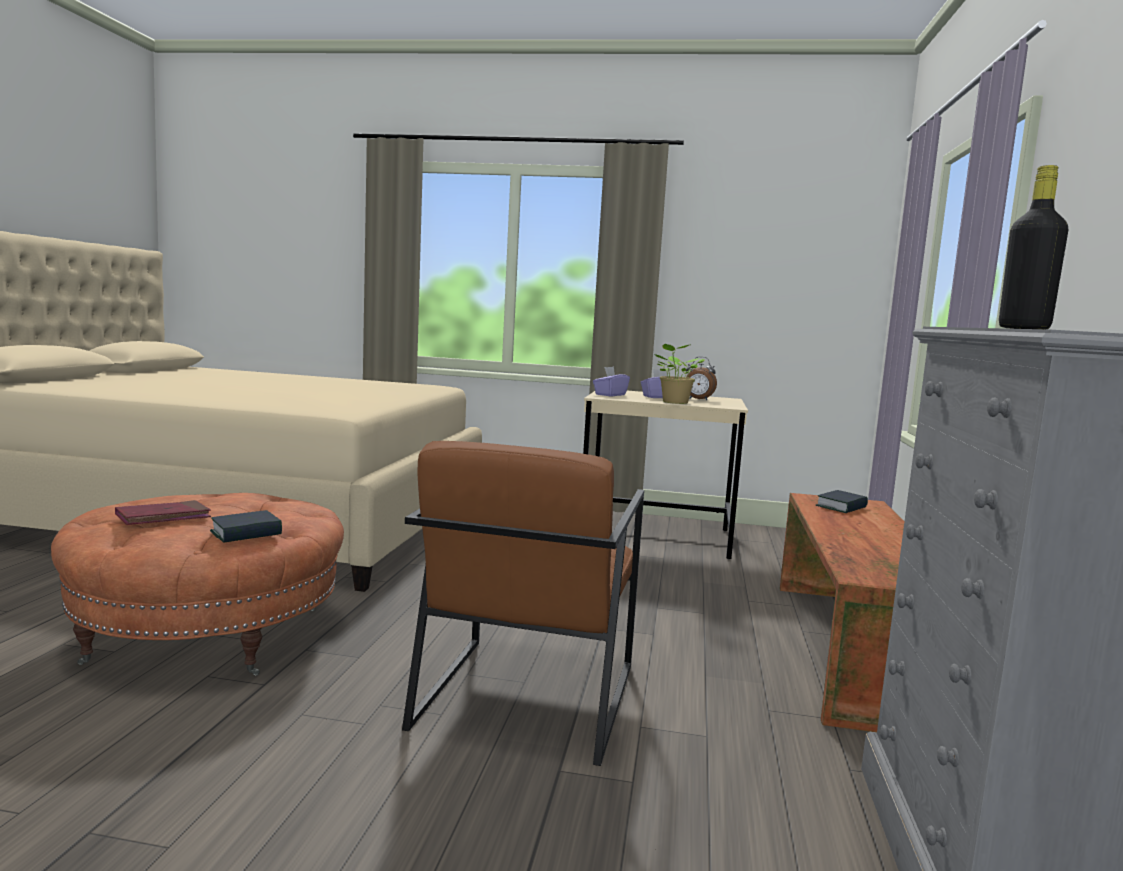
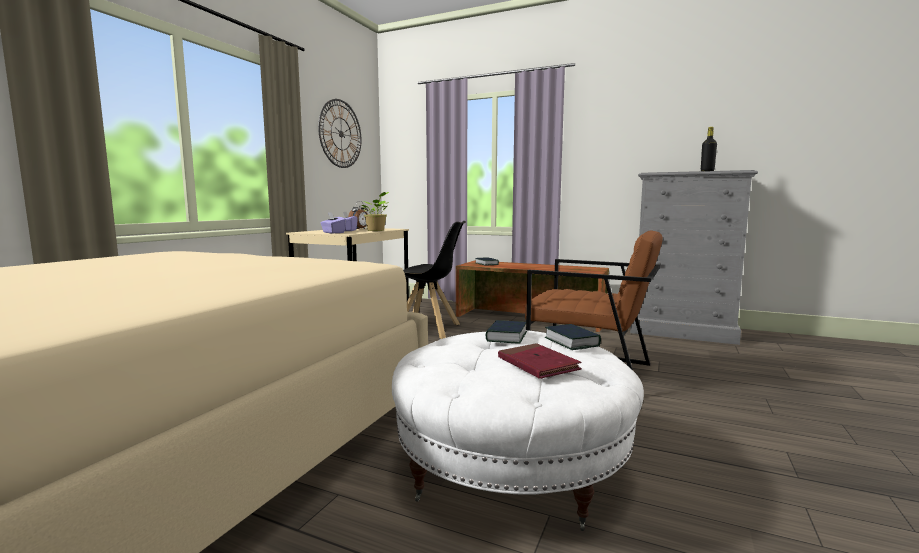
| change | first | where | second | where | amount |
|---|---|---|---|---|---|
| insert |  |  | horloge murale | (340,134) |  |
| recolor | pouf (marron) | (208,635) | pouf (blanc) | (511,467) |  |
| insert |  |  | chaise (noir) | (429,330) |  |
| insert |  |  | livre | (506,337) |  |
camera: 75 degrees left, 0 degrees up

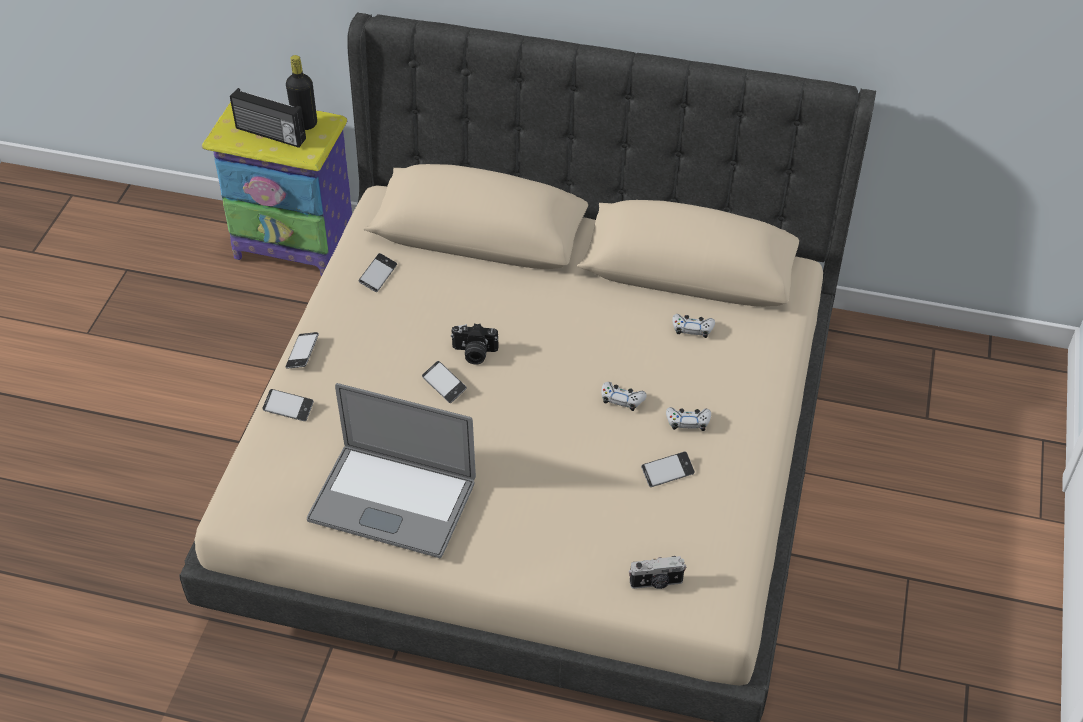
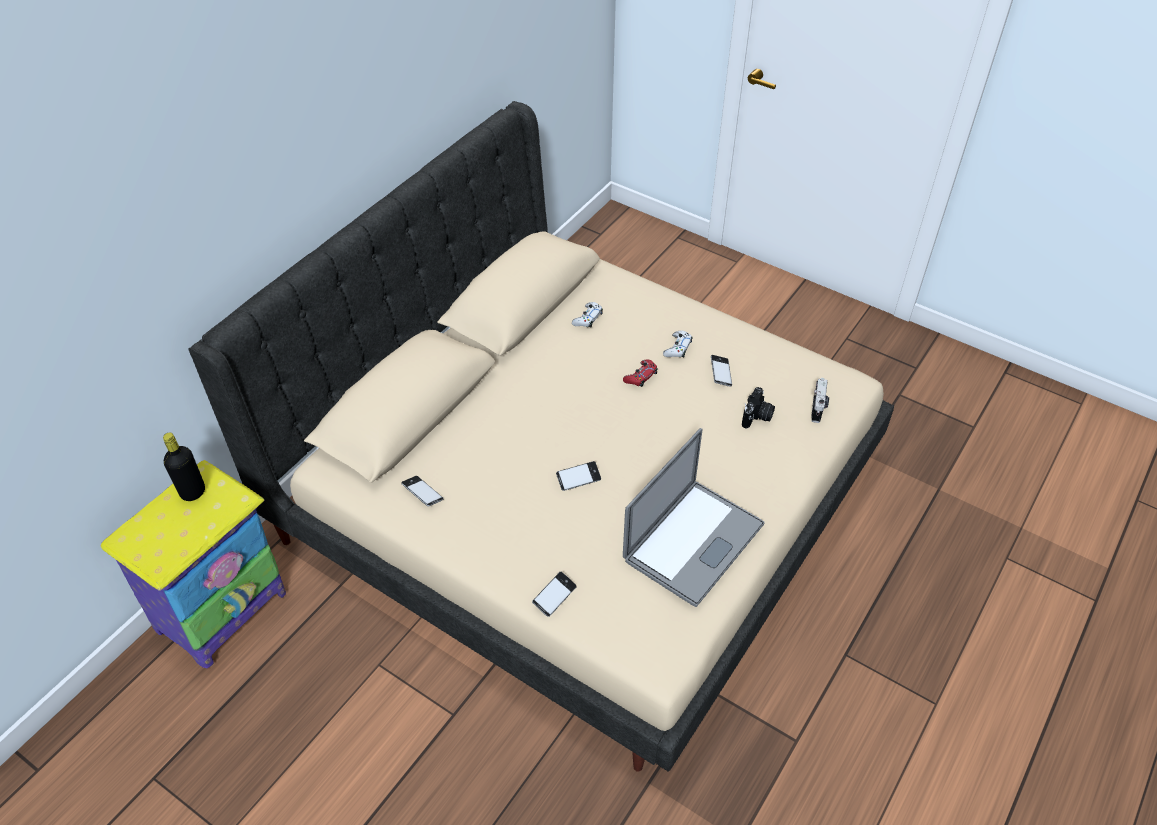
| change | first | where | second | where | amount |
|---|---|---|---|---|---|
| recolor | manette (blanc) | (622,399) | manette (rouge) | (640,376) |  |
| move | appareil photo | (474,353) |  | (757,417) |  |
| delete | radio | (270,134) |  |  |  |
| delete | téléphone | (302,353) |  |  |  |
camera: 70 degrees left, 0 degrees up

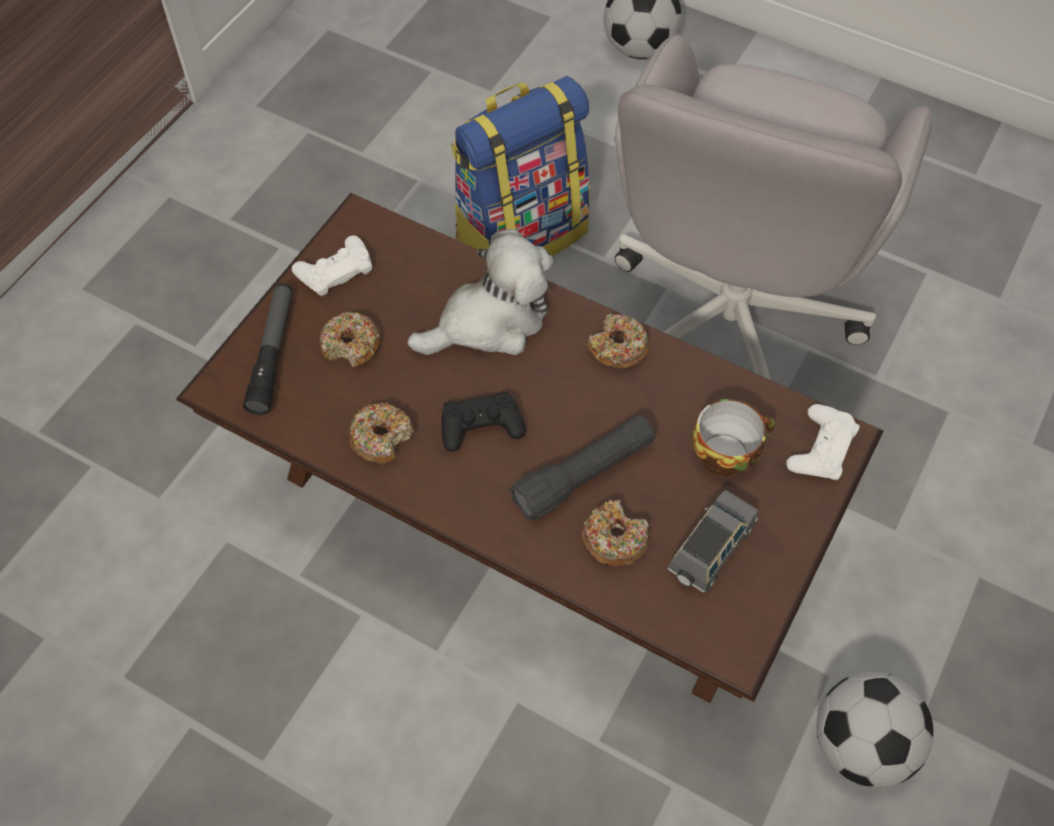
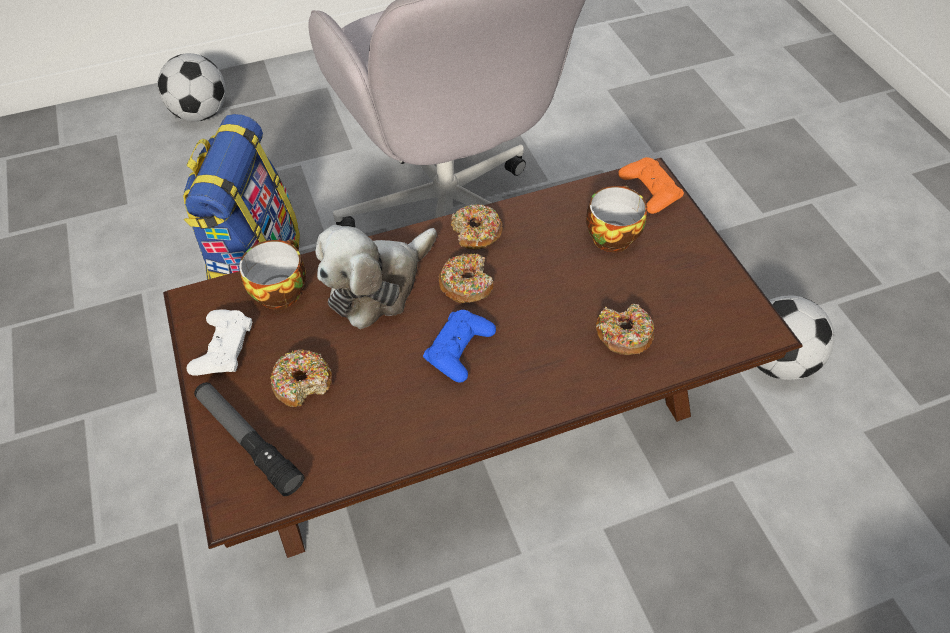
| change | first | where | second | where | amount |
|---|---|---|---|---|---|
| insert |  |  | tasse | (280,290) |  |
| rotate | peluche | (490,322) |  | (378,285) | 150 degrees counterclockwise |
| recolor | manette (noir) | (481,426) | manette (bleu) | (459,349) |  |
| move | beignet | (381,437) |  | (466,284) |  |
| recolor | manette (blanc) | (821,448) | manette (orange) | (649,190) |  |
| delete | lampe de poche (noir) | (584,475) |  |  |  |
| delete | petite voiture (gris) | (710,551) |  |  |  |
camera: 50 degrees left, 5 degrees down

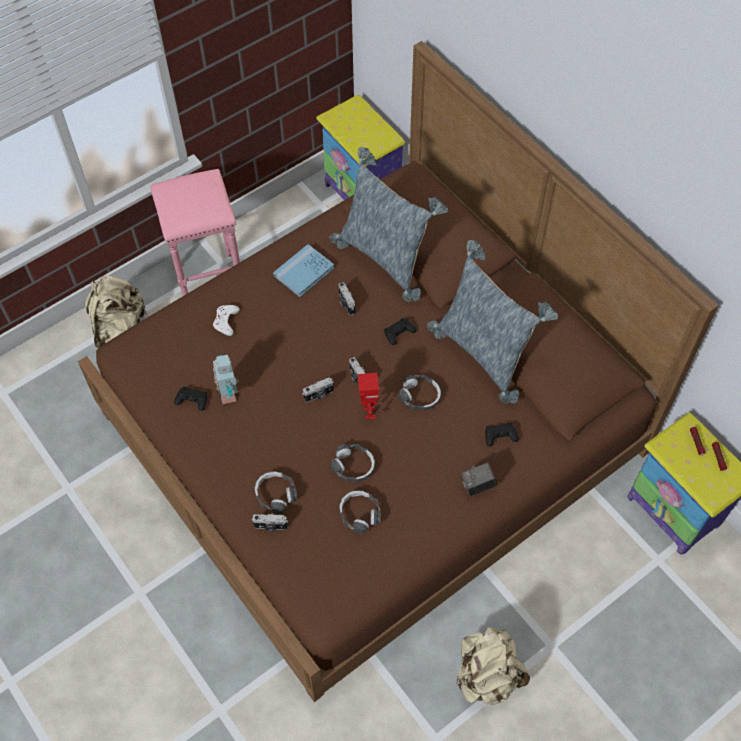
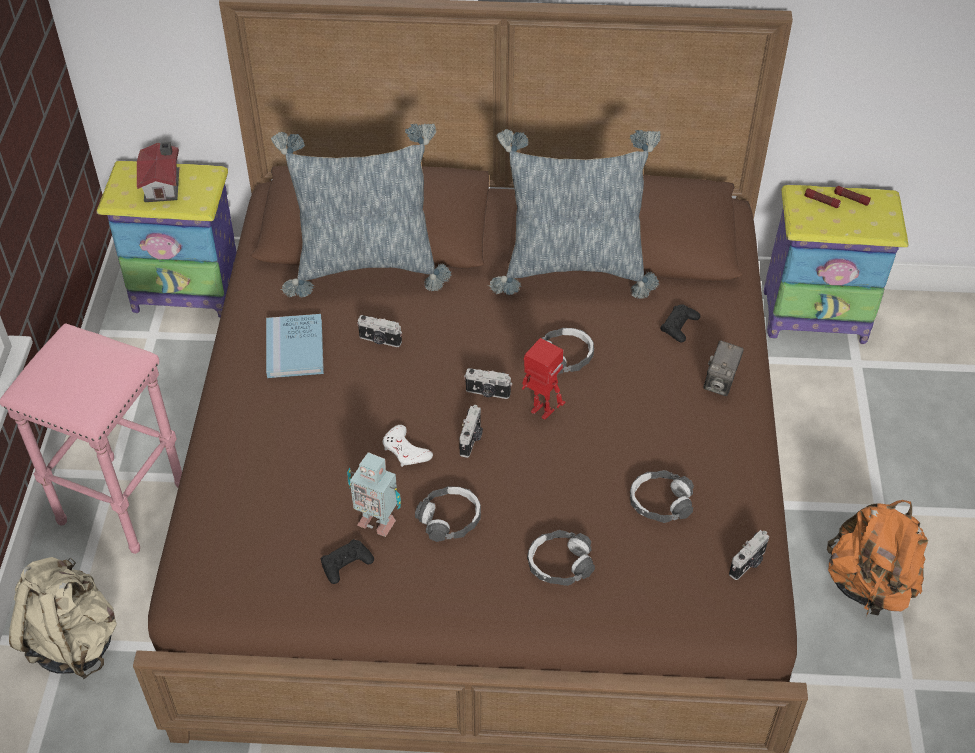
| change | first | where | second | where | amount |
|---|---|---|---|---|---|
| insert |  |  | maison miniature | (164,184) |  |
| move | manette (blanc) | (226,321) |  | (405,450) |  |
| move | casque audio | (353,466) |  | (449,519) |  |
| move | appareil photo | (270,527) |  | (748,563) |  |
| recolor | sac à dos (beige) | (487,675) | sac à dos (orange) | (869,585) |  |
| delete | manette (noir) | (399,333) |  |  |  |
camera: 50 degrees left, 10 degrees down

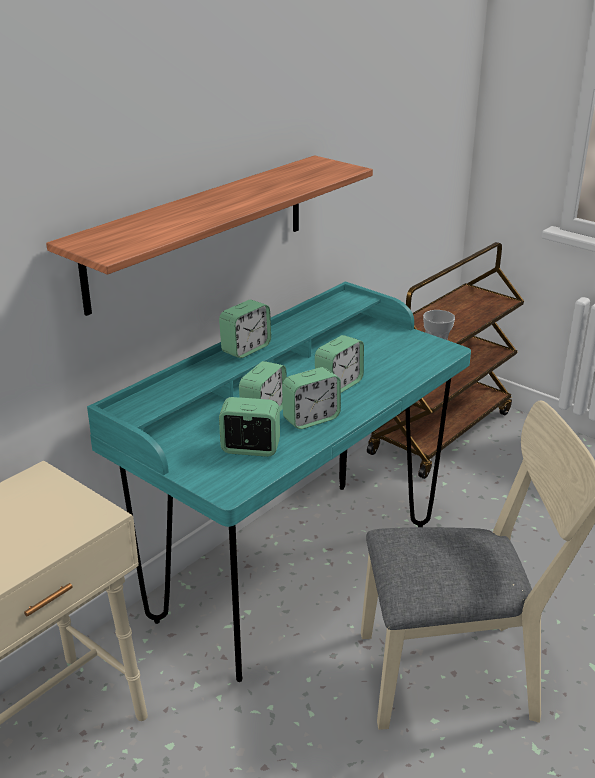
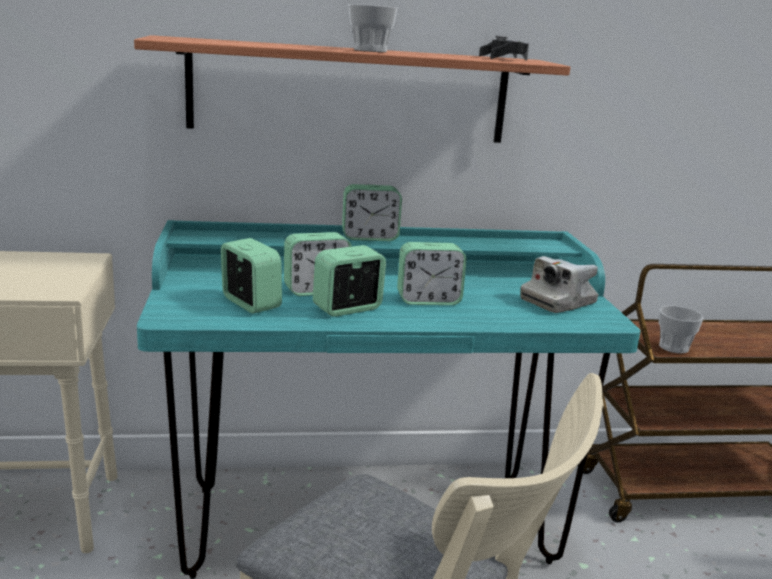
| change | first | where | second | where | amount |
|---|---|---|---|---|---|
| rotate | réveil | (311,419) |  | (348,309) | 135 degrees clockwise |
| insert |  |  | tasse | (370,50) |  |
| insert |  |  | manette (noir) | (502,58) |  |
| insert |  |  | appareil photo | (558,302) |  |
camera: 40 degrees right, 10 degrees down

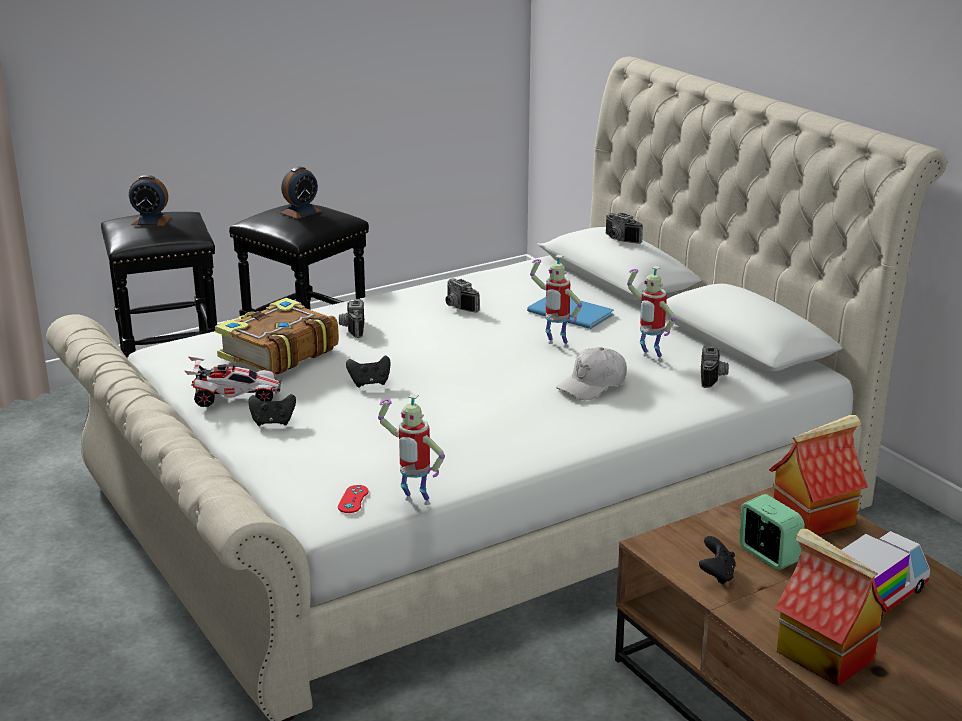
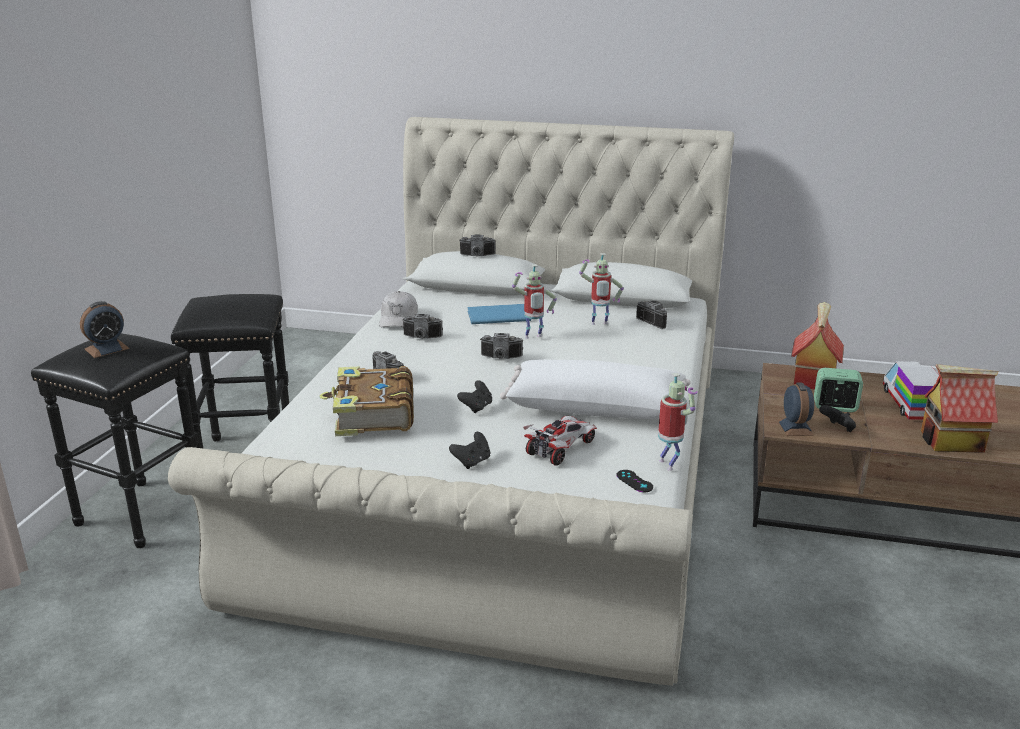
| change | first | where | second | where | amount |
|---|---|---|---|---|---|
| move | casquette (blanc) | (593,385) |  | (398,319) |  |
| insert |  |  | appareil photo | (501,358) |  |
| insert |  |  | coussin (blanc) | (595,408) |  |
| move | petite voiture | (235,398) |  | (561,449) |  |
| recolor | manette (rouge) | (353,499) | manette (noir) | (634,481) |  |
| rotate | robot jouet | (414,503) |  | (669,464) | 90 degrees counterclockwise |
| move | réveil | (300,212) |  | (795,427) |  |
camera: 45 degrees left, 0 degrees up

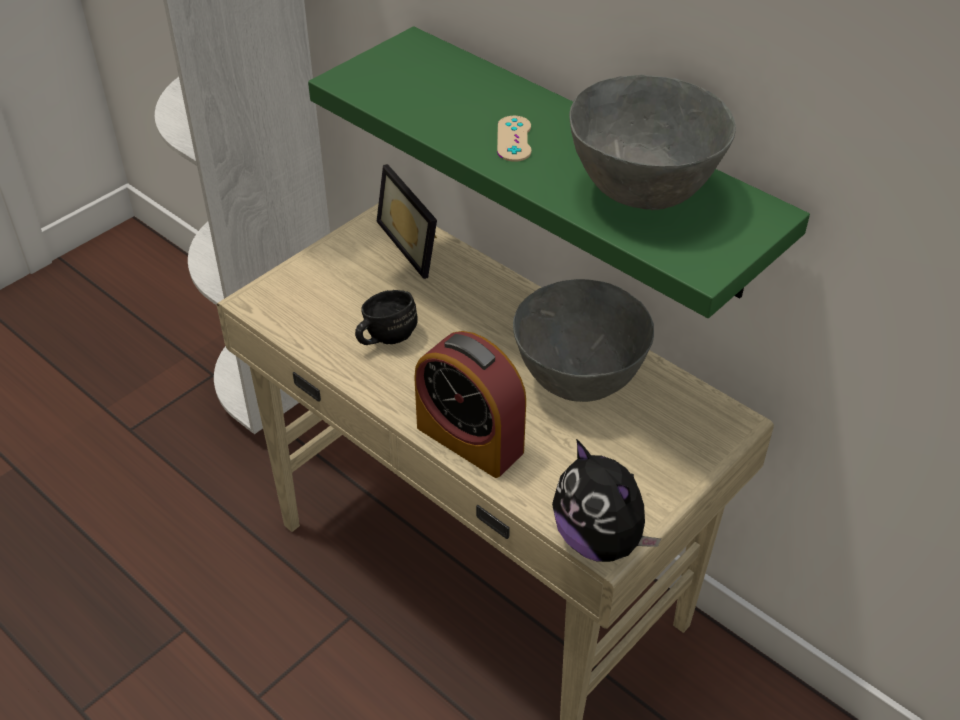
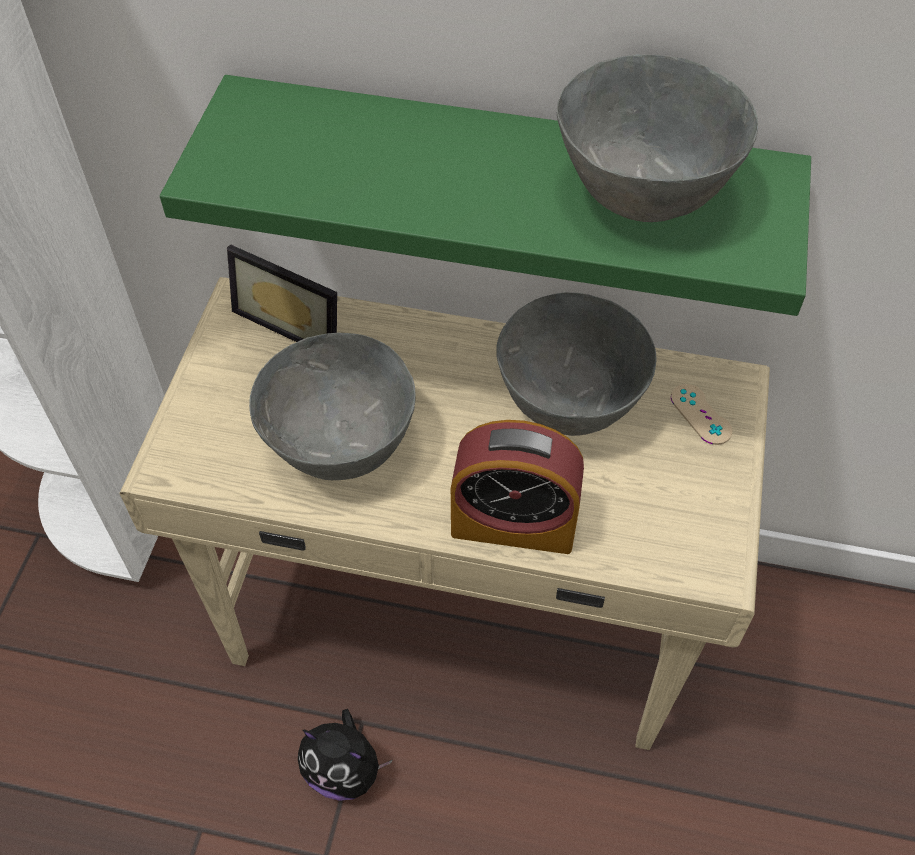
| change | first | where | second | where | amount |
|---|---|---|---|---|---|
| replace | mug (noir) | (384,337) | bol (gris) | (341,447) |  |
| move | peluche | (600,540) |  | (344,770) |  |
| move | manette (beige) | (514,139) |  | (700,414) |  |
camera: 30 degrees left, 10 degrees up

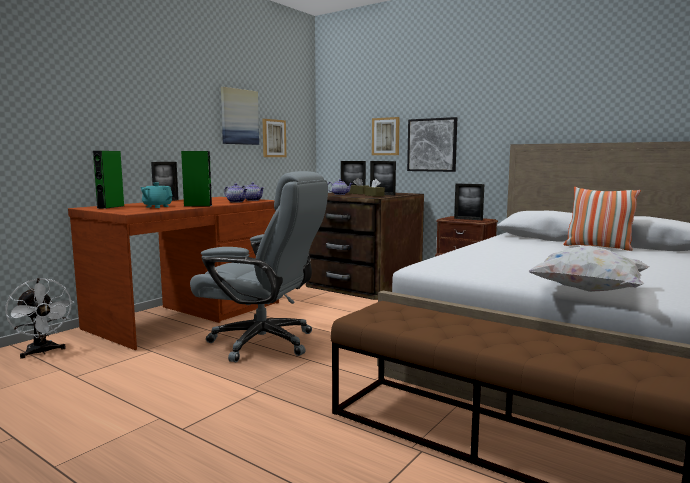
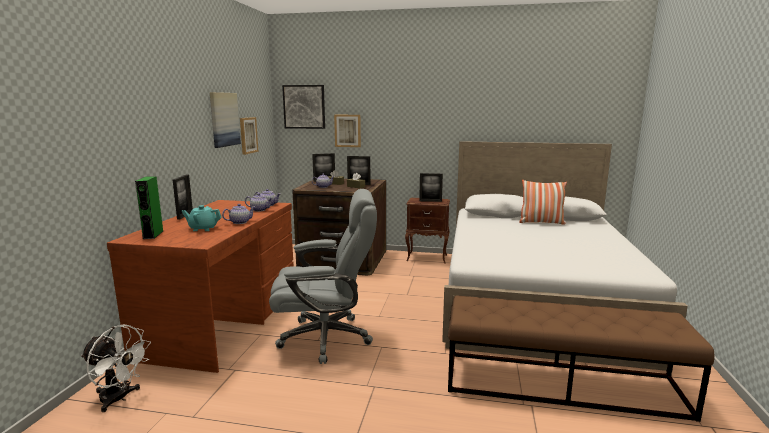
| change | first | where | second | where | amount |
|---|---|---|---|---|---|
| replace | enceinte (vert) | (198,206) | théière | (240,222) |  |
| move | tableau | (432,145) |  | (304,107) |  |
| delete | coussin (blanc) | (588,290) |  |  |  |
camera: 25 degrees left, 5 degrees up

